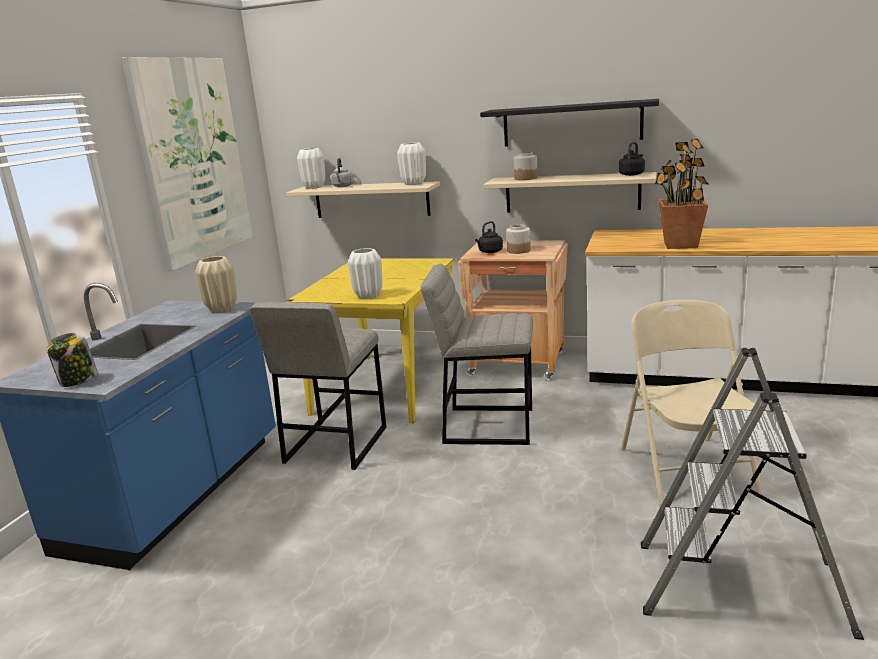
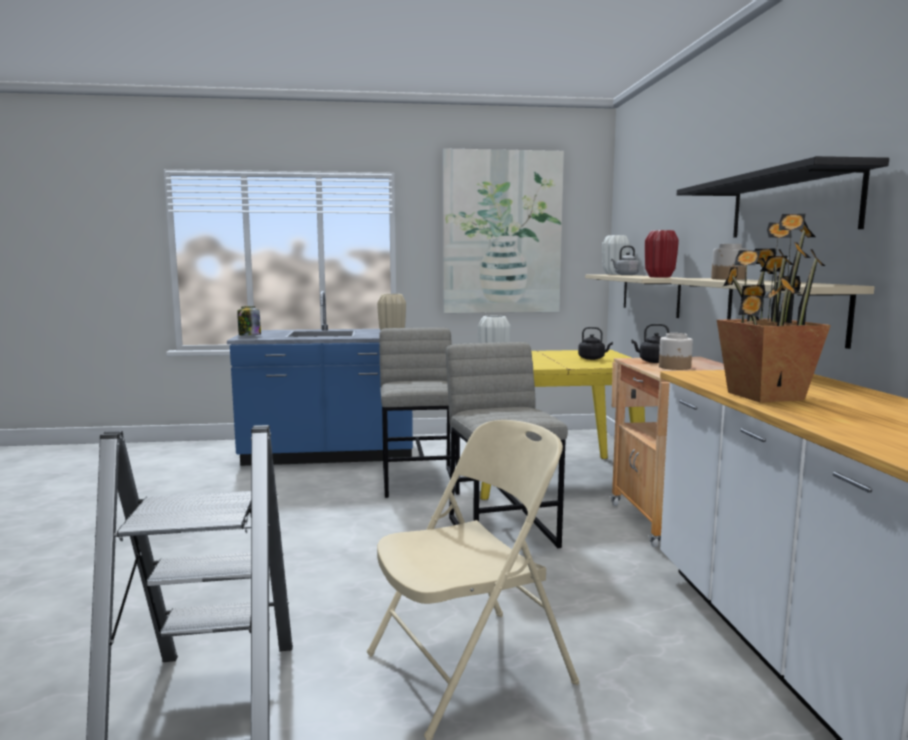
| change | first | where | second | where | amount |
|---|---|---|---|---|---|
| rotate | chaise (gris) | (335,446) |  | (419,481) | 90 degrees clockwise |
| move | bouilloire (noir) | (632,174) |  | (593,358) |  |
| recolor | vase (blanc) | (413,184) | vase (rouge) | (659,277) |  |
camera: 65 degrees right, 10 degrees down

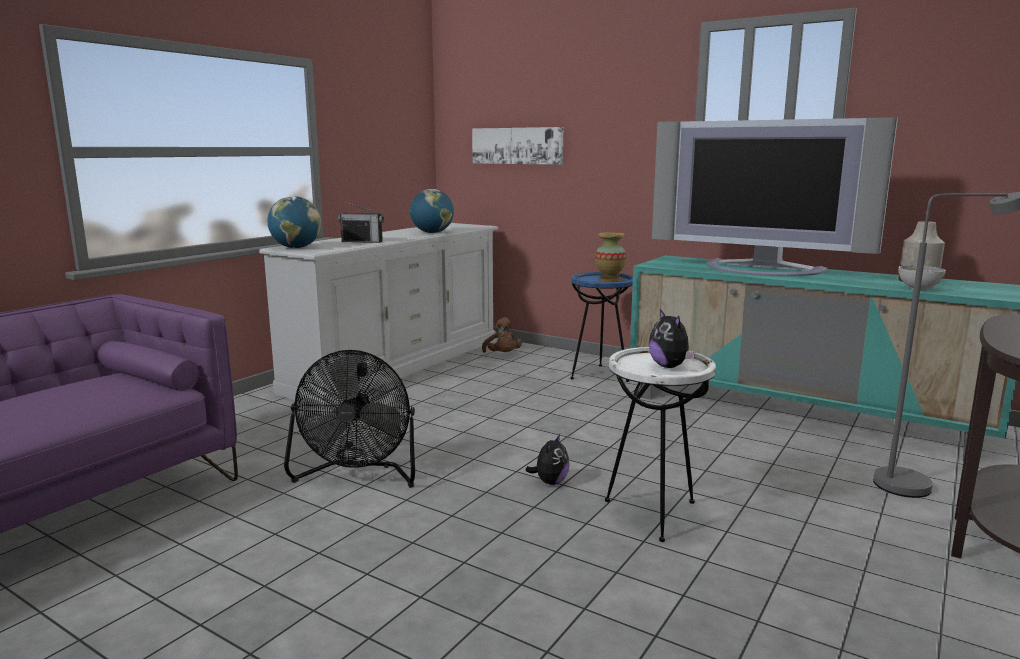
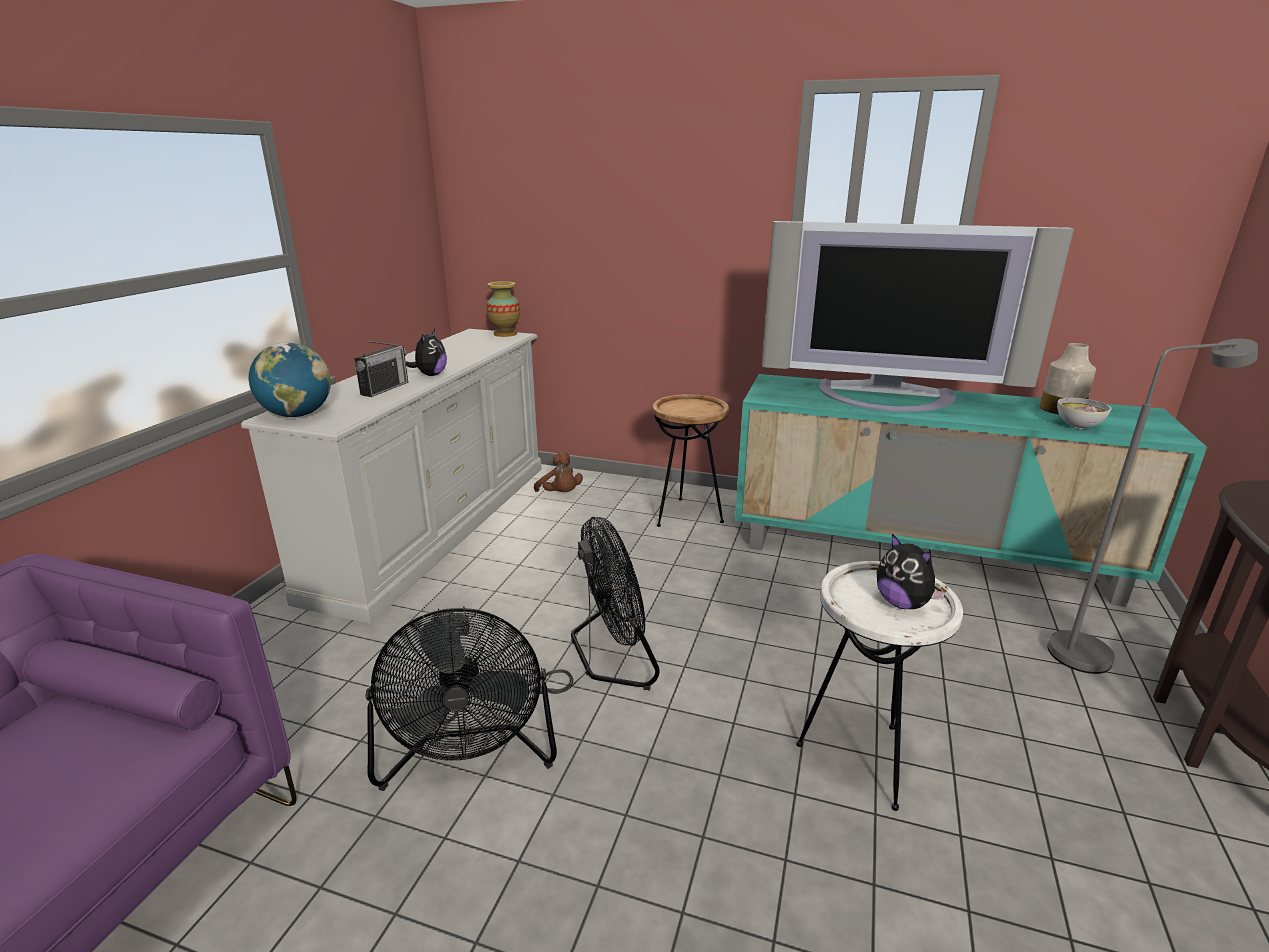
| change | first | where | second | where | amount |
|---|---|---|---|---|---|
| rotate | radio | (362,241) |  | (385,389) | 60 degrees counterclockwise |
| move | peluche | (550,482) |  | (430,375) |  |
| move | vase | (610,280) |  | (505,334) |  |
| insert |  |  | ventilateur (noir) | (600,656) |  |
| recolor | table d'appoint (bleu) | (600,375) | table d'appoint (marron) | (687,515) |  |
| delete | globe | (432,233) |  |  |  |
| delete | tableau | (517,146) |  |  |  |
camera: 15 degrees left, 10 degrees up

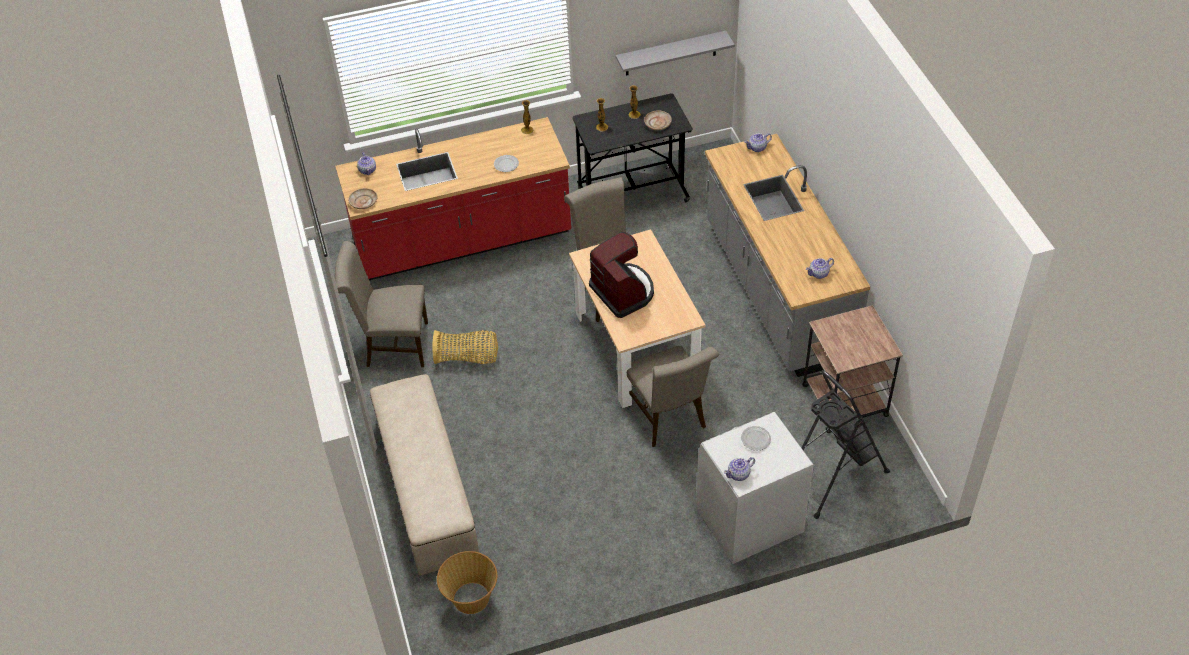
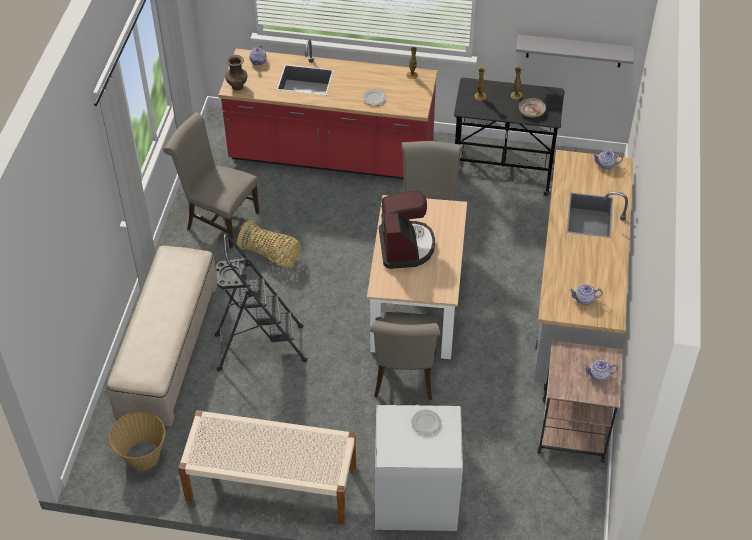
| change | first | where | second | where | amount |
|---|---|---|---|---|---|
| insert |  |  | banc (beige) | (271,484) |  |
| move | escabeau | (835,478) |  | (259,347) |  |
| replace | assiette (beige) | (363,202) | vase (marron) | (237,86) |  |
| move | théière | (739,474) |  | (599,375) |  |
camera: 25 degrees right, 0 degrees up

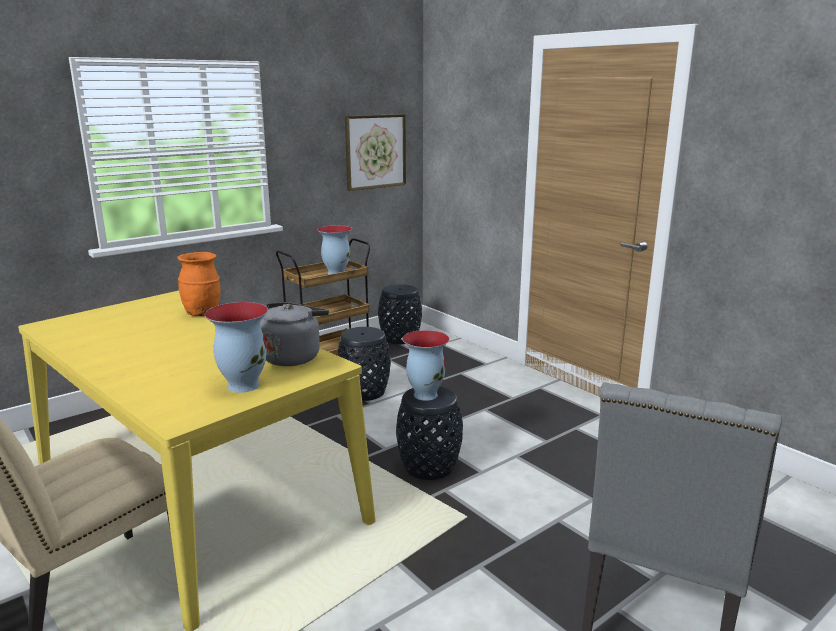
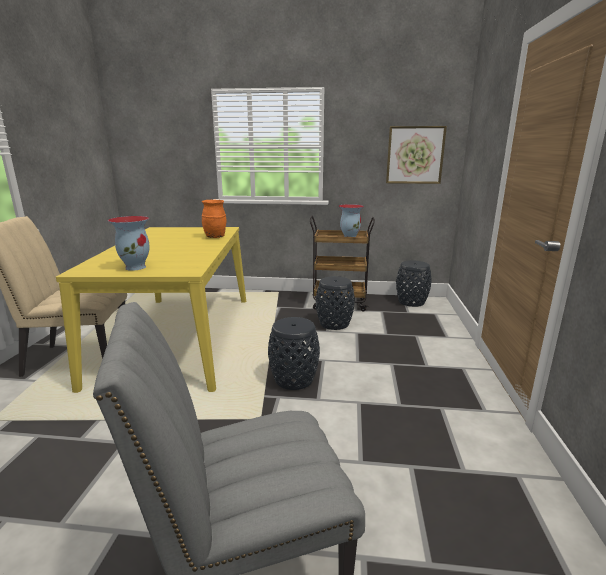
| change | first | where | second | where | amount |
|---|---|---|---|---|---|
| delete | bouilloire (gris) | (293,357) |  |  |  |
| delete | vase | (425,394) |  |  |  |
camera: 45 degrees right, 0 degrees up

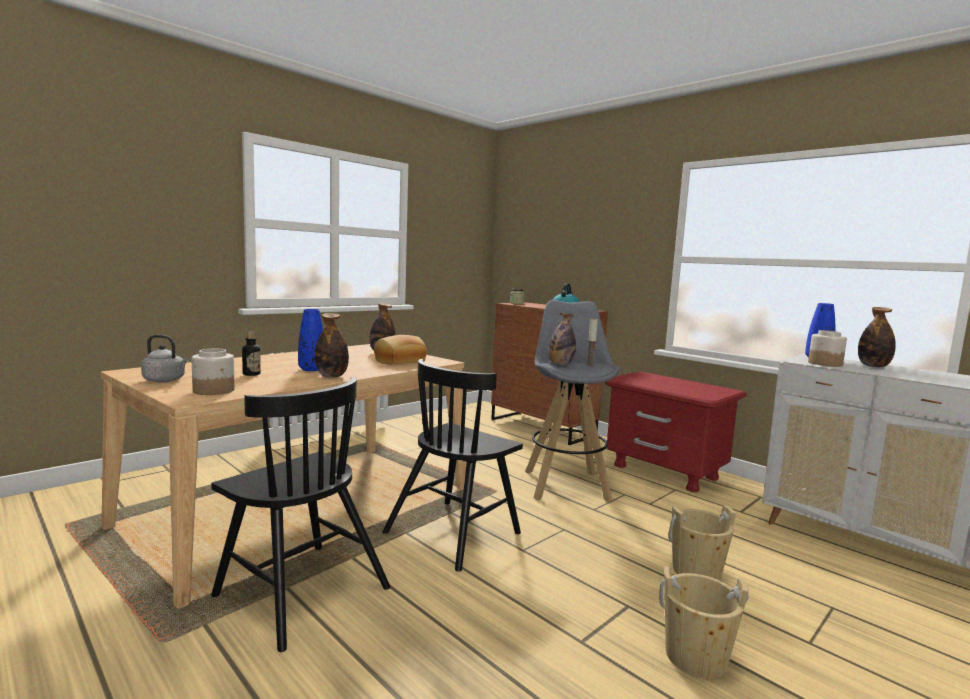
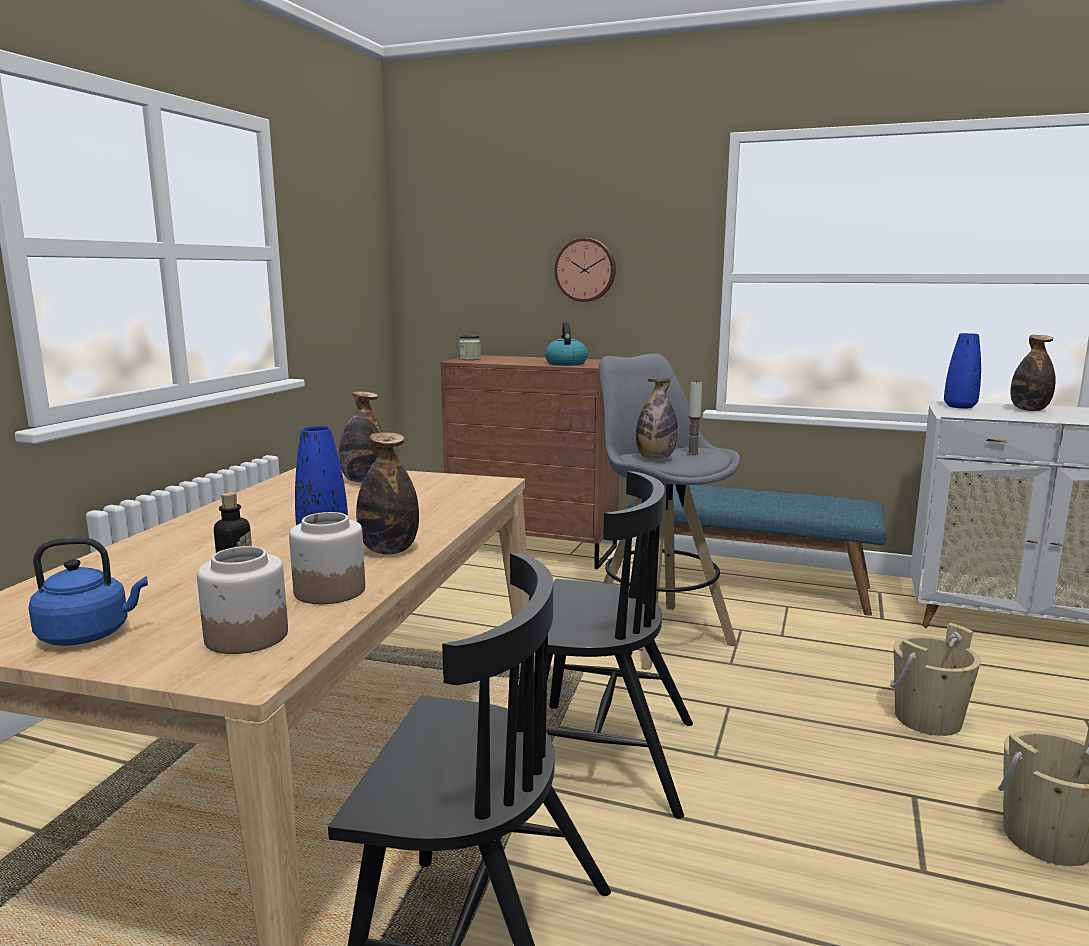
| change | first | where | second | where | amount |
|---|---|---|---|---|---|
| recolor | bouilloire (gris) | (166,380) | bouilloire (bleu) | (89,635) |  |
| move | bocal | (824,363) |  | (329,591) |  |
| rotate | chaise (noir) | (457,530) |  | (596,754) | 90 degrees counterclockwise |
| insert |  |  | horloge murale | (586,270) |  |
| replace | table de chevet (rouge) | (663,473) | banc (bleu) | (749,585) |  |
| delete | pain | (400,361) |  |  |  |
camera: 25 degrees left, 5 degrees up

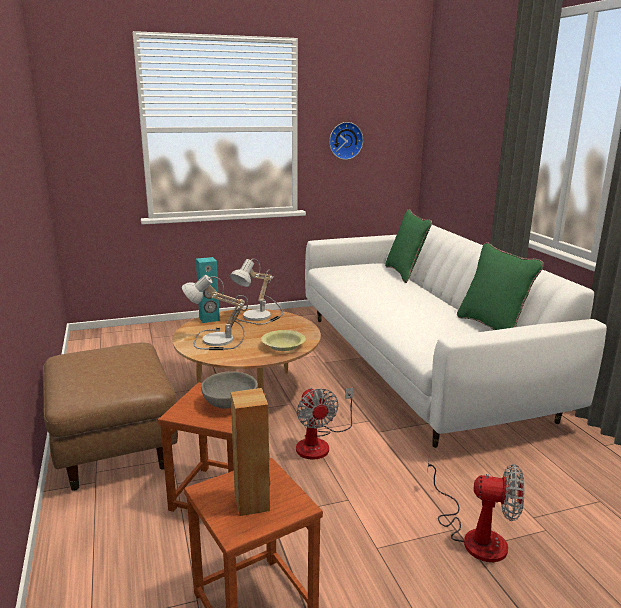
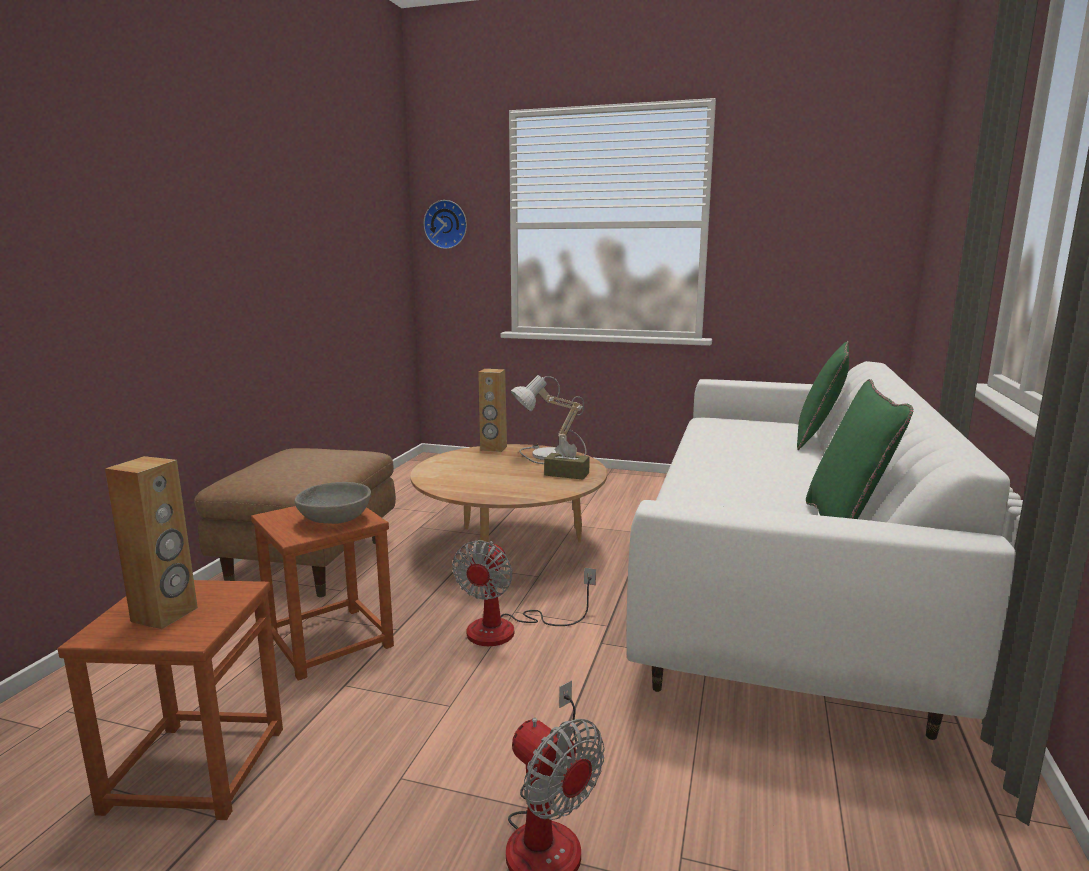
| change | first | where | second | where | amount |
|---|---|---|---|---|---|
| move | horloge murale | (345,140) |  | (446,224) |  |
| recolor | enceinte (turquoise) | (209,319) | enceinte (marron) | (493,448) |  |
| insert |  |  | boîte à mouchoirs (marron) | (566,474) |  |
| delete | lampe de table | (215,341) |  |  |  |
| delete | bol (jaune) | (283,346) |  |  |  |
camera: 35 degrees right, 5 degrees down

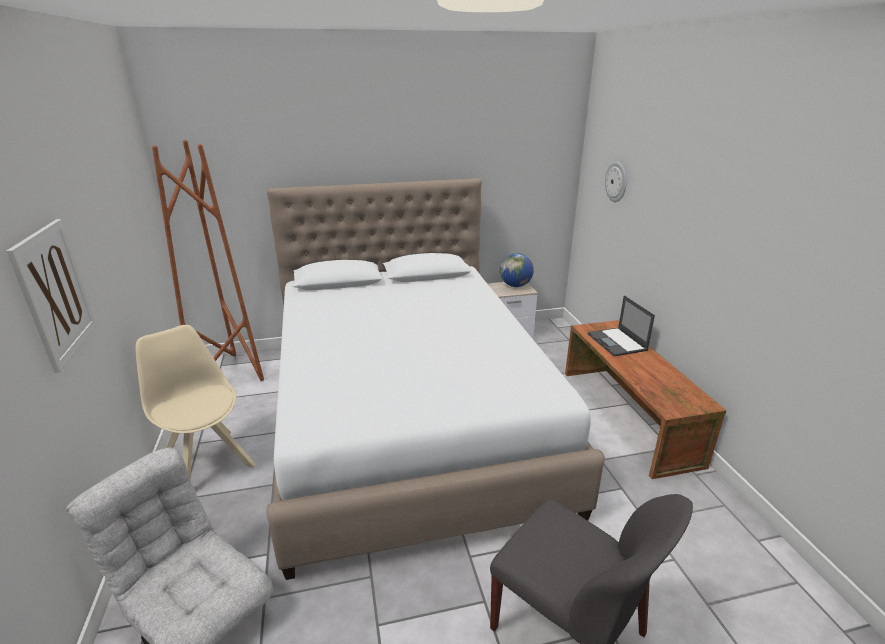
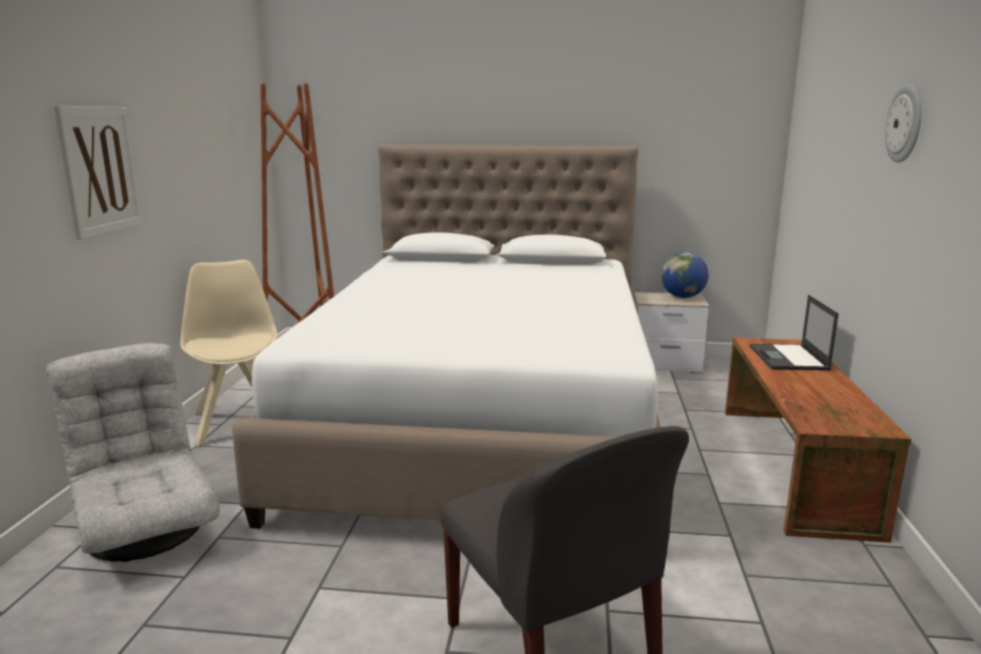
| change | first | where | second | where | amount |
|---|---|---|---|---|---|
| move | horloge murale | (616,182) |  | (905,124) |  |
camera: 20 degrees right, 10 degrees down

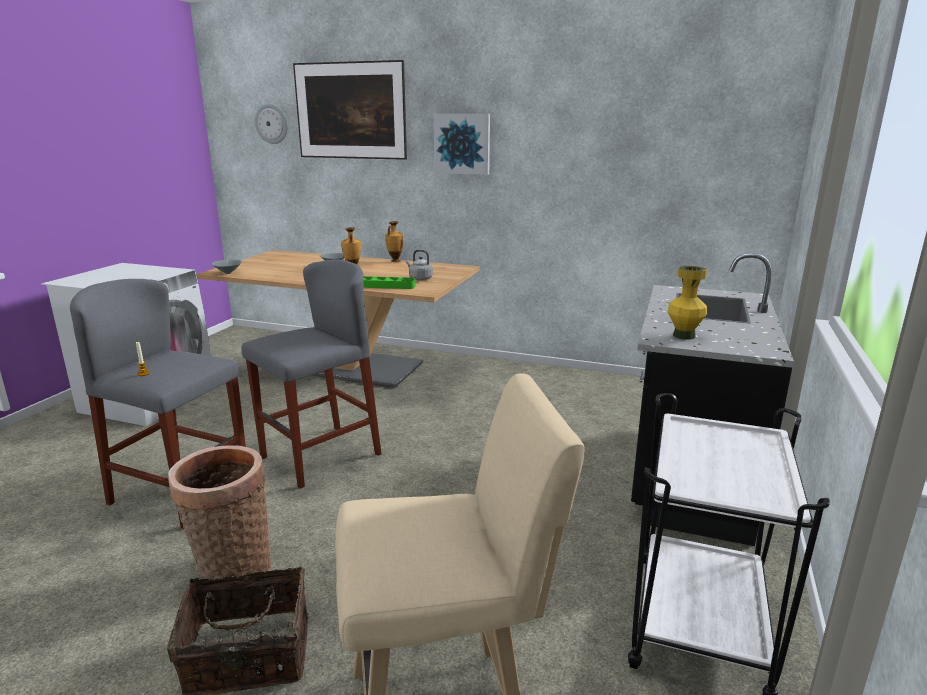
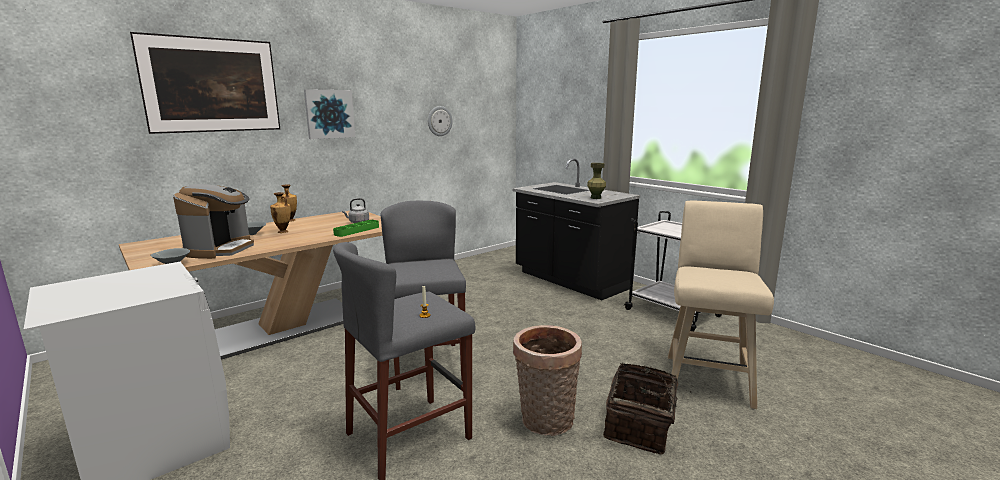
| change | first | where | second | where | amount |
|---|---|---|---|---|---|
| insert |  |  | machine à café | (221,249) |  |
| move | horloge murale | (272,124) |  | (439,121) |  |
| recolor | vase (jaune) | (684,335) | vase (vert) | (595,198) |  |
camera: 60 degrees left, 5 degrees down

